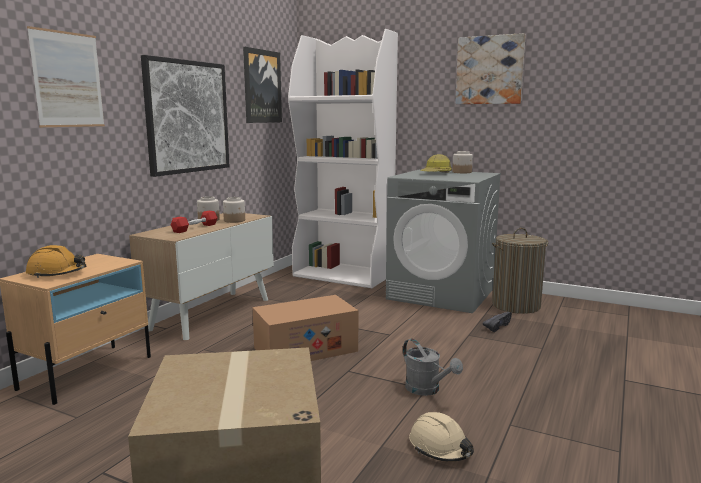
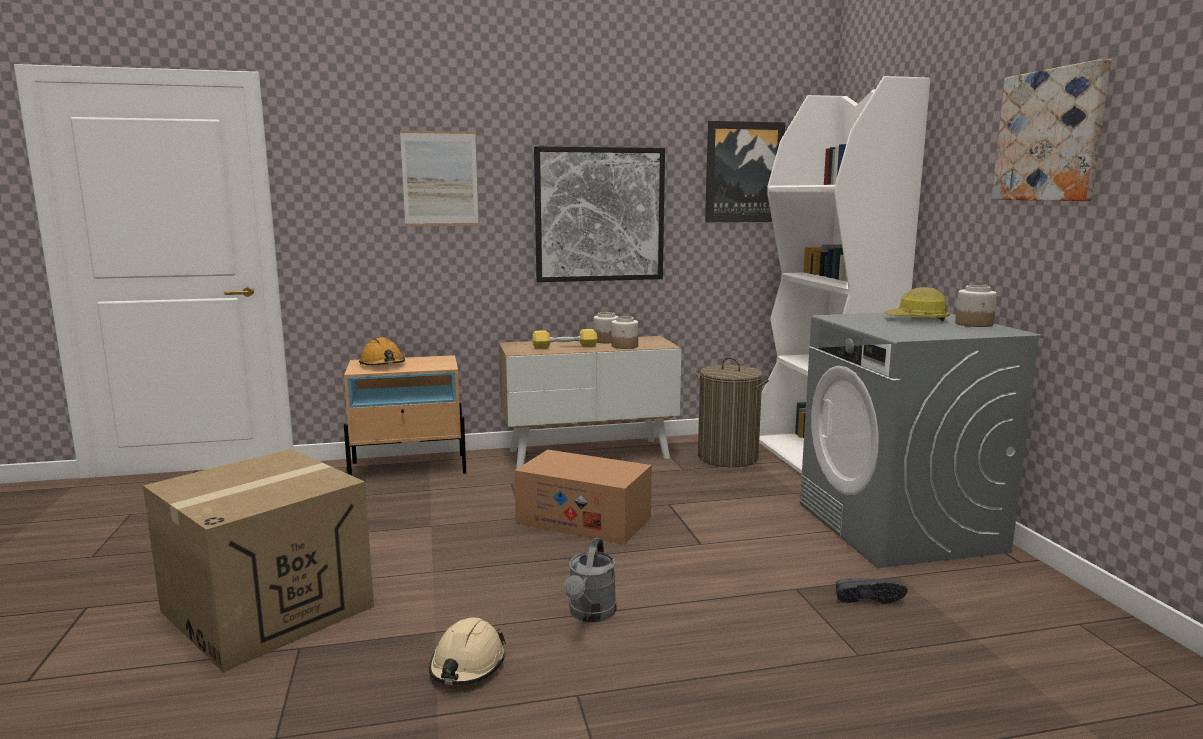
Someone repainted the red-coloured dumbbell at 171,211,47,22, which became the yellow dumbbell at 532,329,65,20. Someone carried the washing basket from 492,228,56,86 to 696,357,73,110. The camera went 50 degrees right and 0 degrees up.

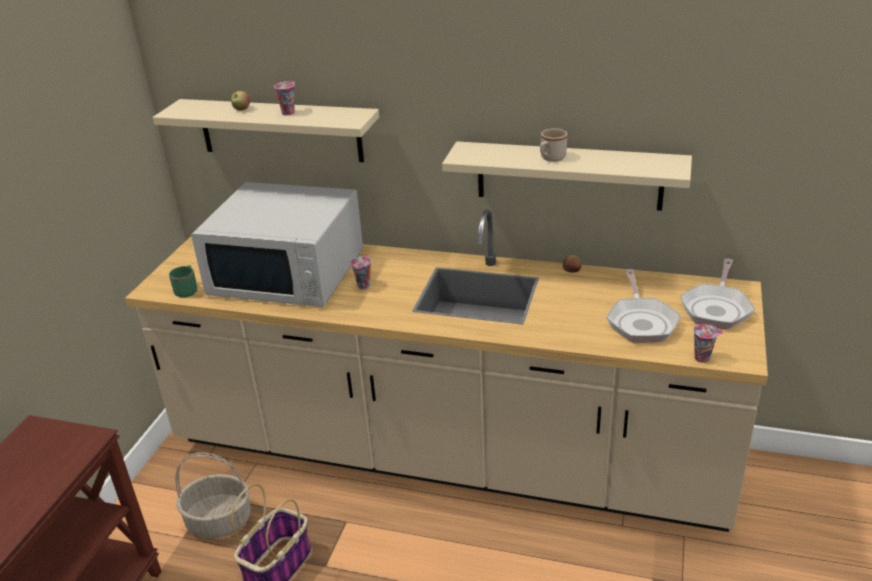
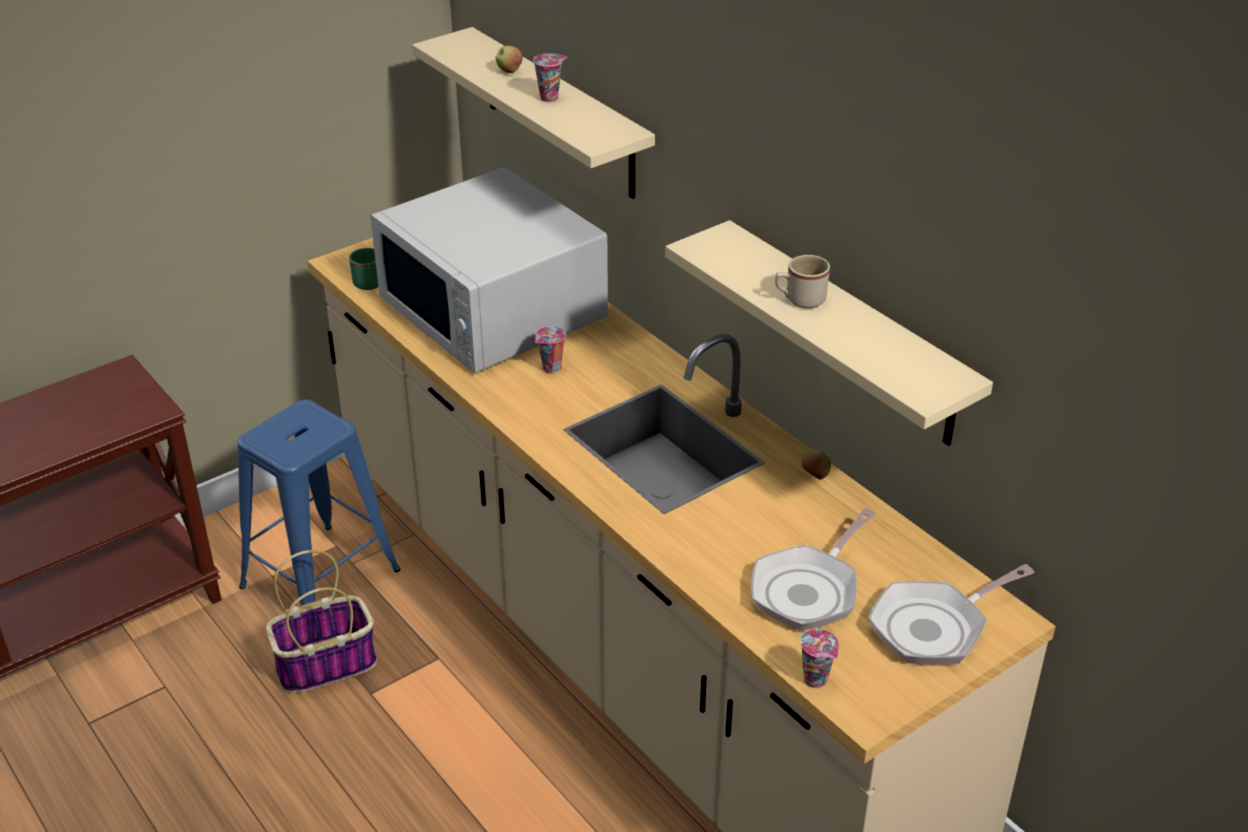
Someone swapped the storage basket at 175,453,76,85 for the blue-coloured stool seat at 237,399,164,206. The camera went 35 degrees right and 5 degrees up.

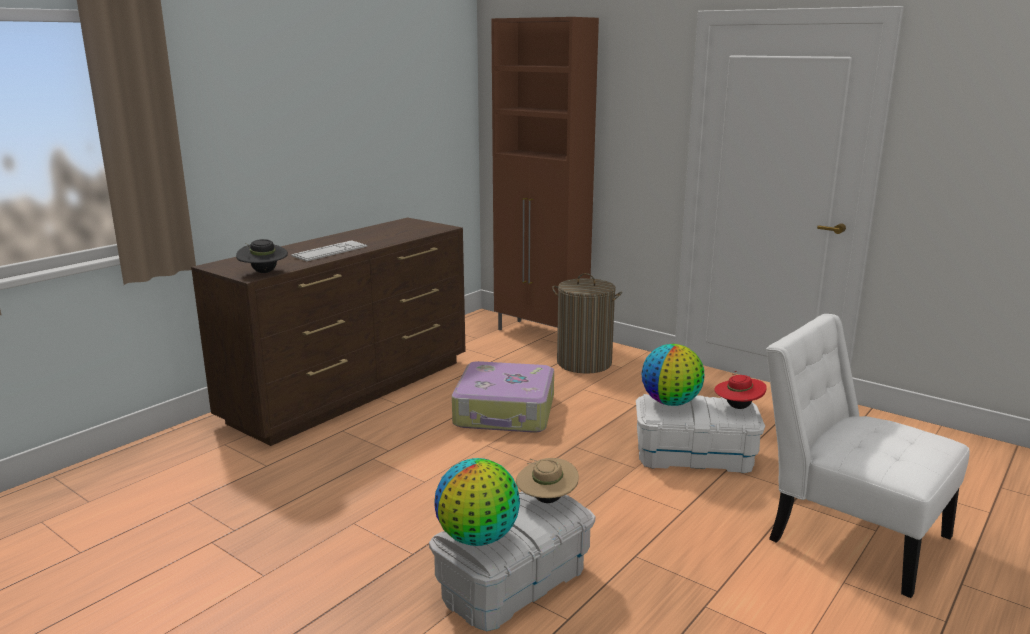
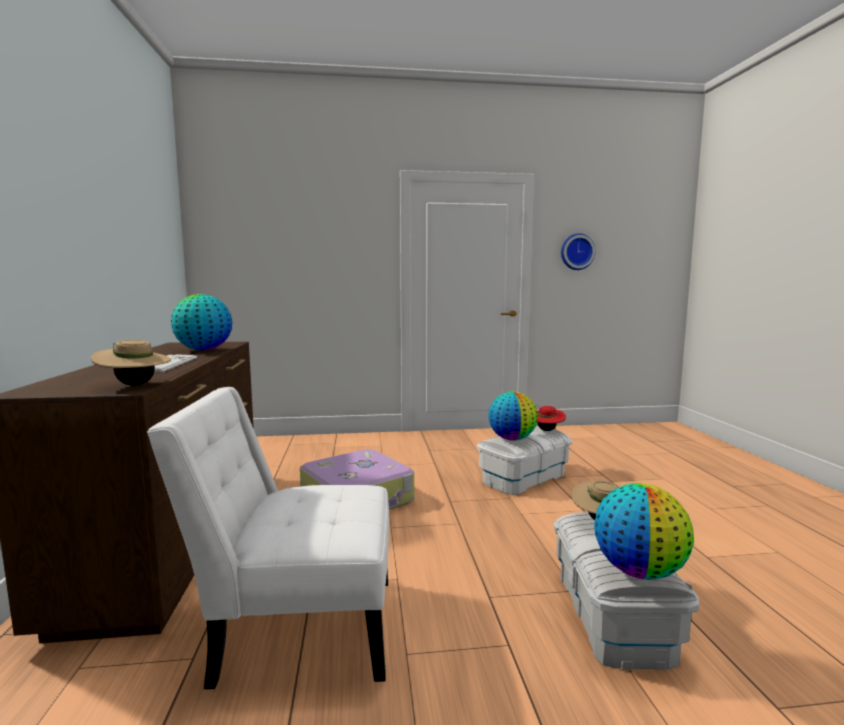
Someone repainted the black-coloured hat at 236,239,52,34, which became the beige hat at 91,340,80,46. Someone took away the brownish cabinet at 491,17,108,313. Someone took away the washing basket at 552,273,70,101. Someone carried the white chair from 766,314,204,284 to 147,387,242,302. Someone put down the globe at 171,294,61,56. Someone put up the wall clock at 561,233,35,37. The camera went 45 degrees left and 10 degrees down.

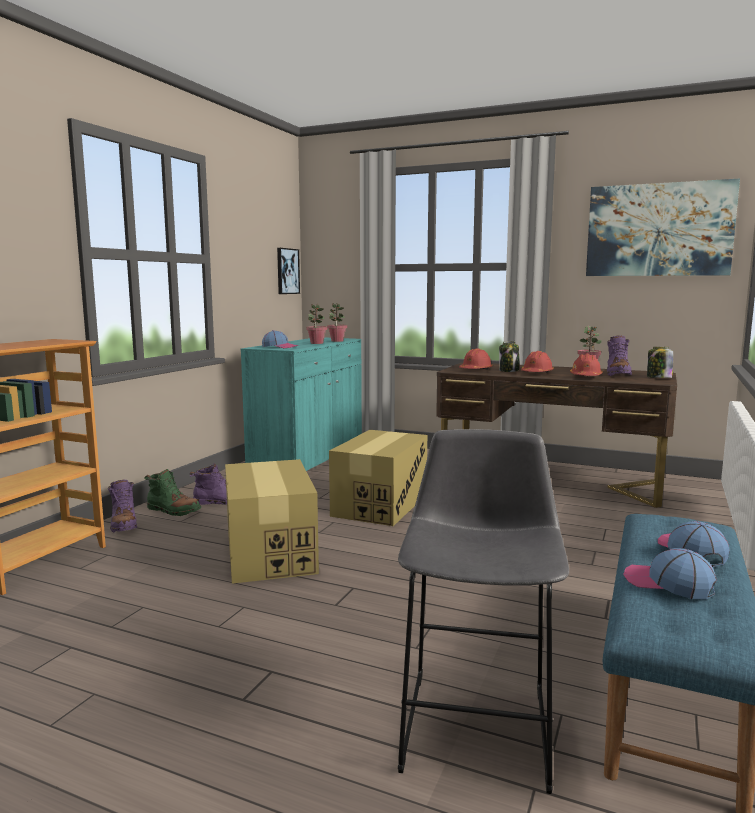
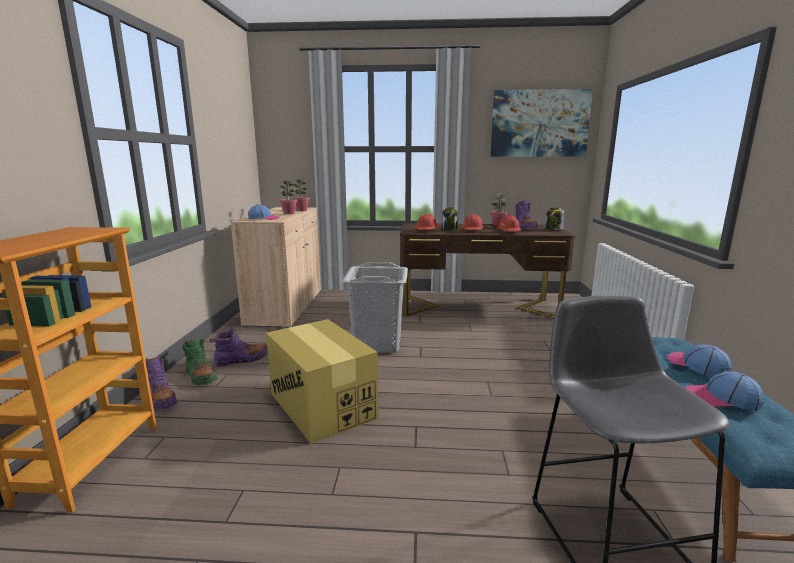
Someone rotated the greenish high-top boot at 144,469,57,47 by 45 degrees clockwise. Someone repainted the turquoise cabinet at 241,337,121,134, which became the beige cabinet at 230,207,91,121. Someone took away the wall art at 277,248,23,46. Someone swapped the packing box at 329,430,98,96 for the gray washing basket at 342,262,66,91. The camera went 20 degrees left and 5 degrees up.

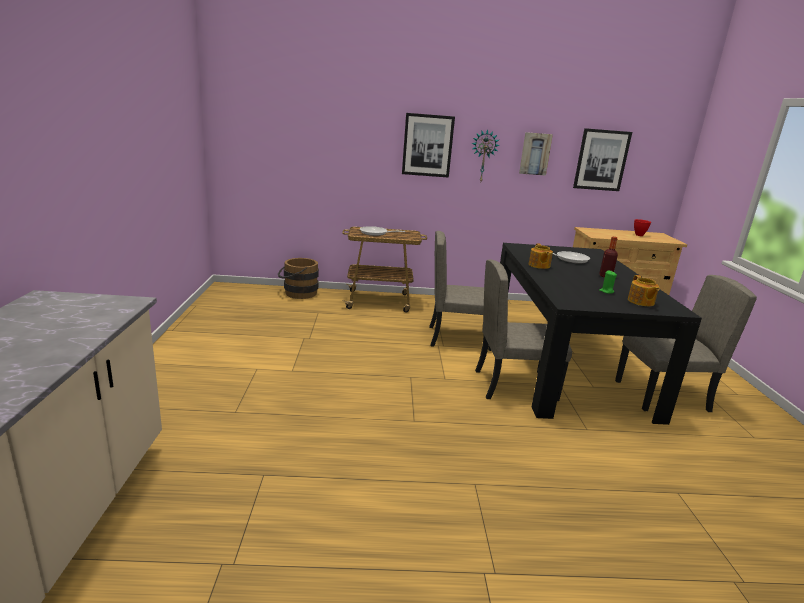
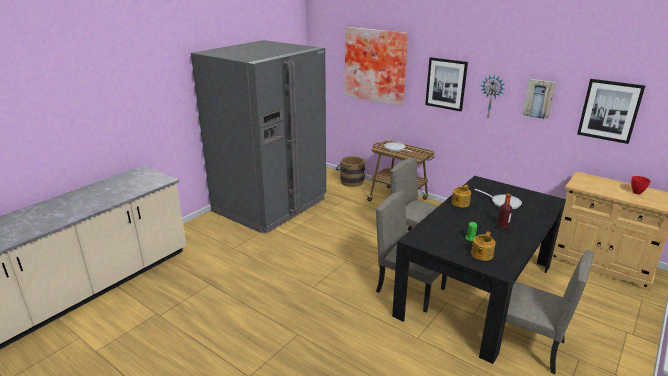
Someone put down the gray refrigerator at 191,40,135,194. Someone put up the wall art at 345,27,63,80. The camera went 40 degrees right and 5 degrees up.

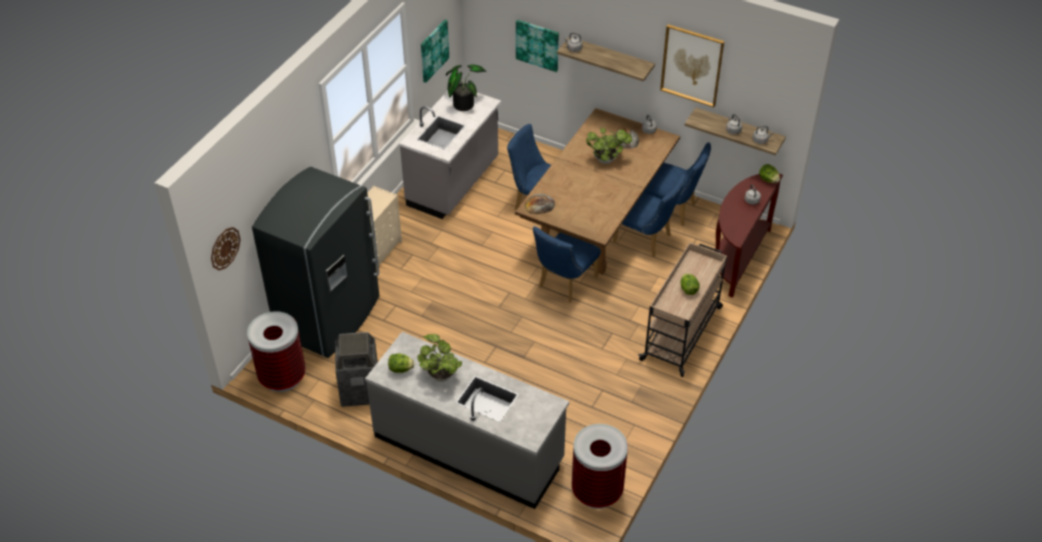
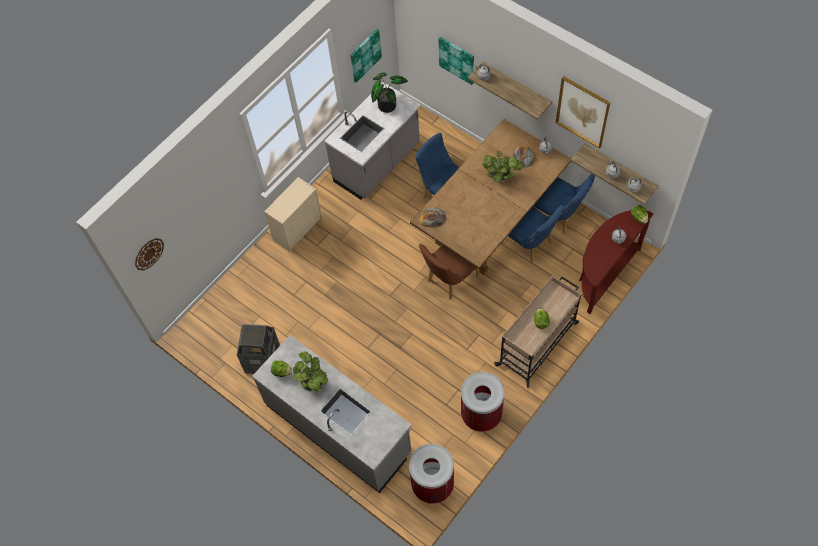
Someone carried the waste bin from 247,311,59,81 to 461,372,43,60. Someone took away the gray refrigerator at 252,167,128,191. Someone repainted the blue-coloured chair at 533,226,68,76, which became the brownish chair at 419,244,60,56. The camera went 15 degrees right and 15 degrees up.

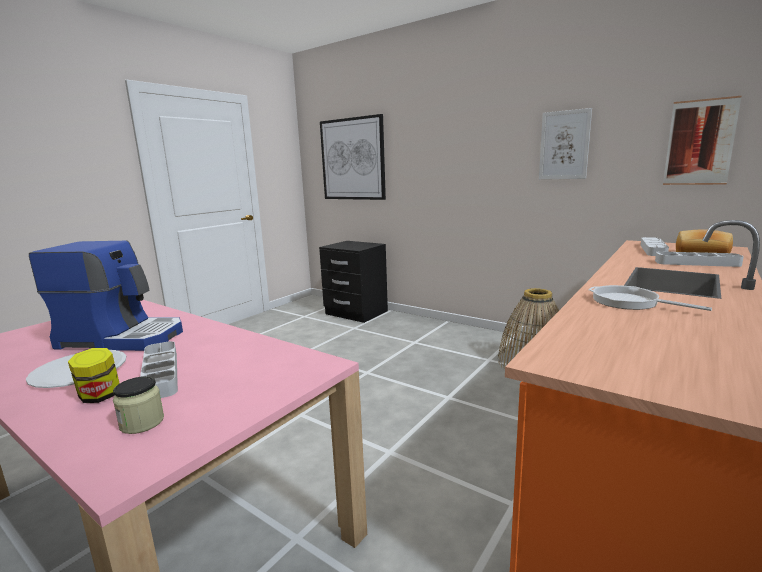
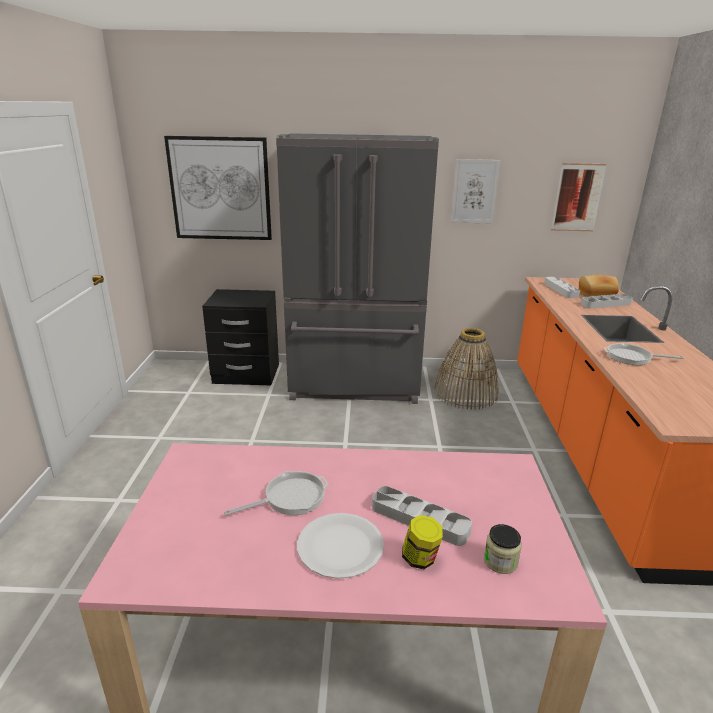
Someone swapped the coffee machine at 29,241,154,110 for the frying pan at 224,471,105,45. Someone put down the gray refrigerator at 276,133,163,271. The camera went 35 degrees left and 10 degrees up.

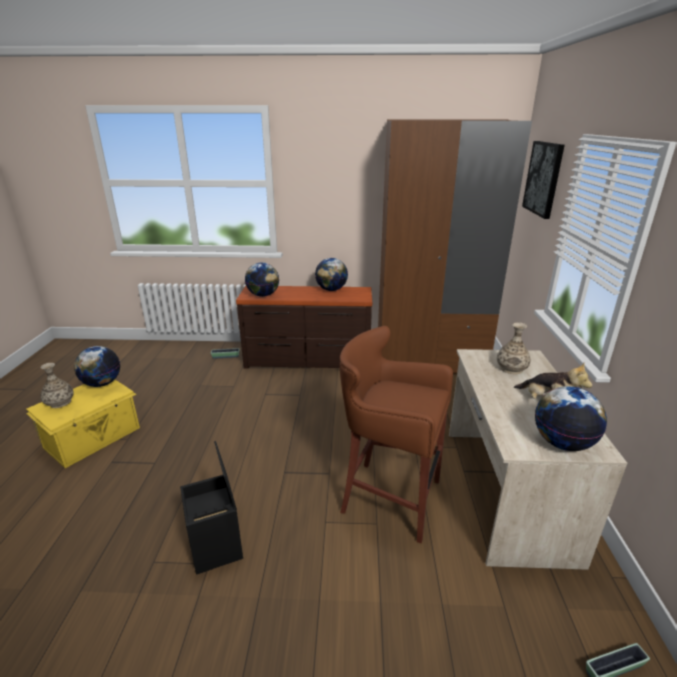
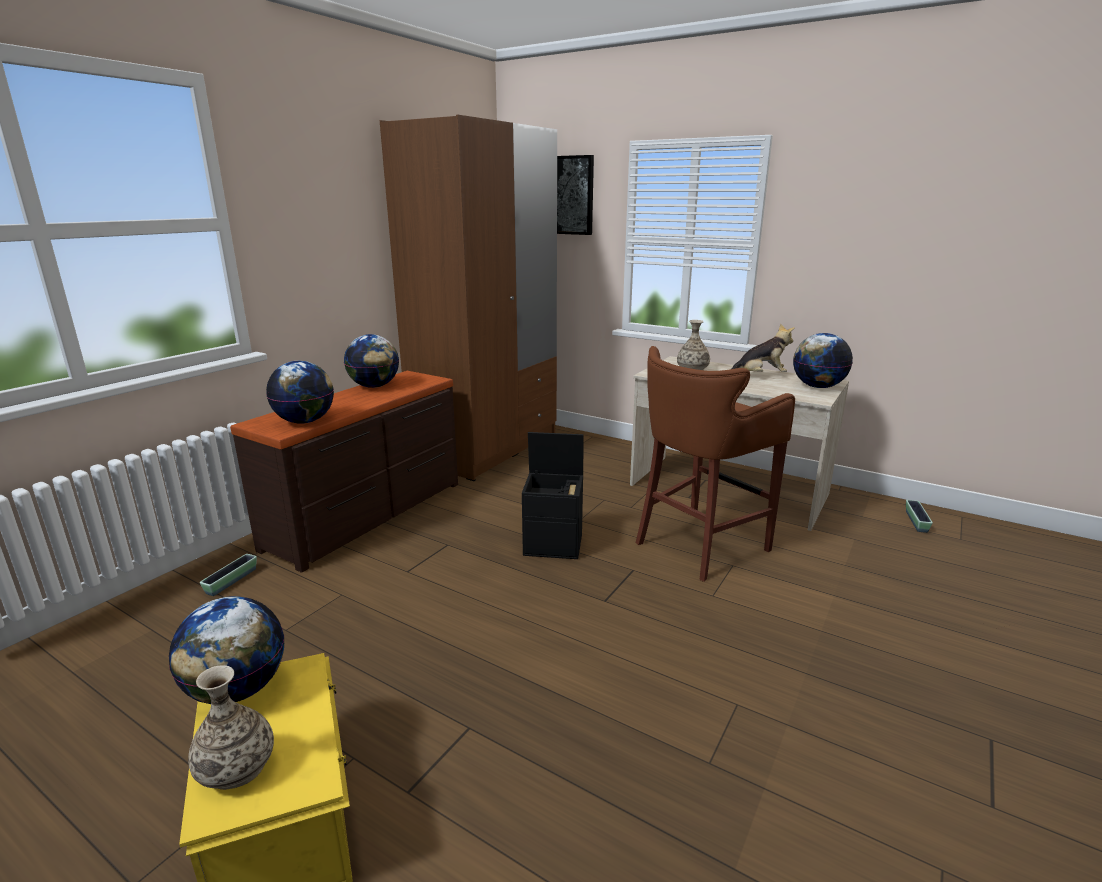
Someone carried the black-coloured storage bin from 180,441,63,134 to 522,432,62,127. The camera went 60 degrees left and 5 degrees down.

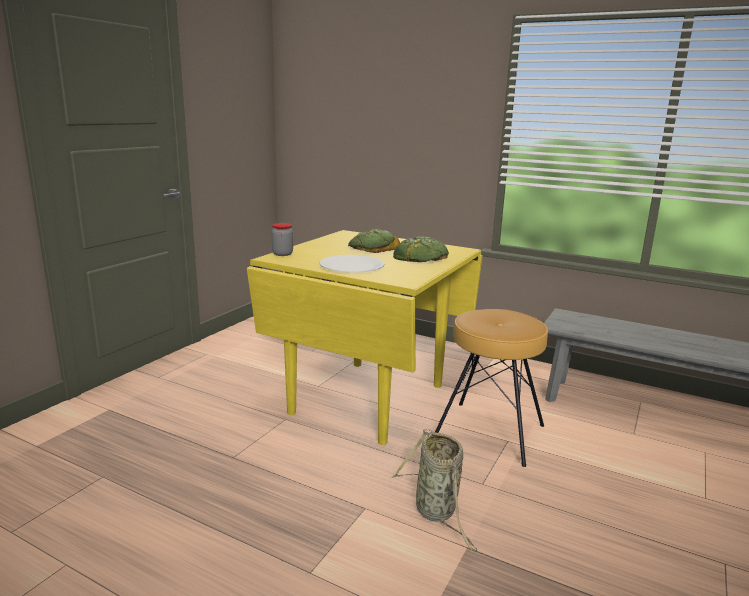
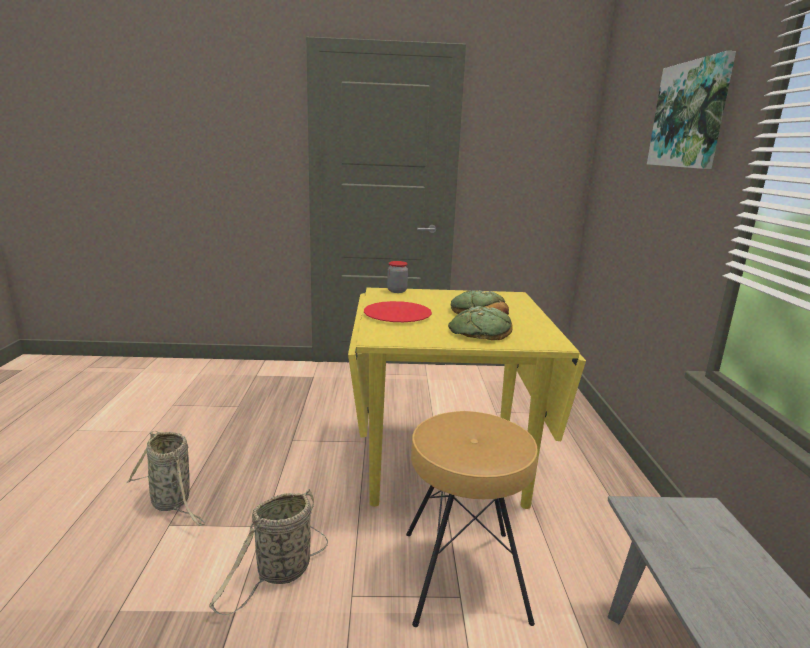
Someone repainted the white dinner plate at 320,255,64,18, which became the red-coloured dinner plate at 364,301,68,21. Someone put down the storage basket at 126,431,80,94. Someone put up the wall art at 647,51,89,118. The camera went 60 degrees right and 0 degrees up.

